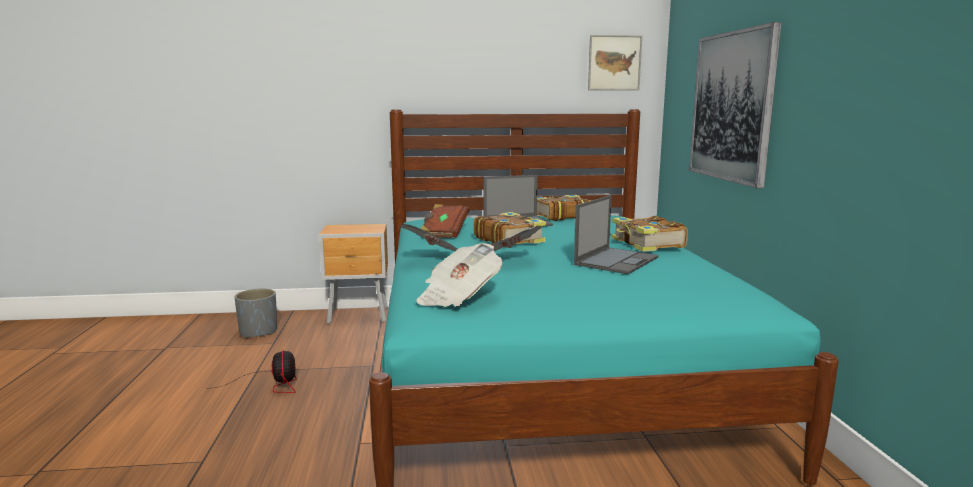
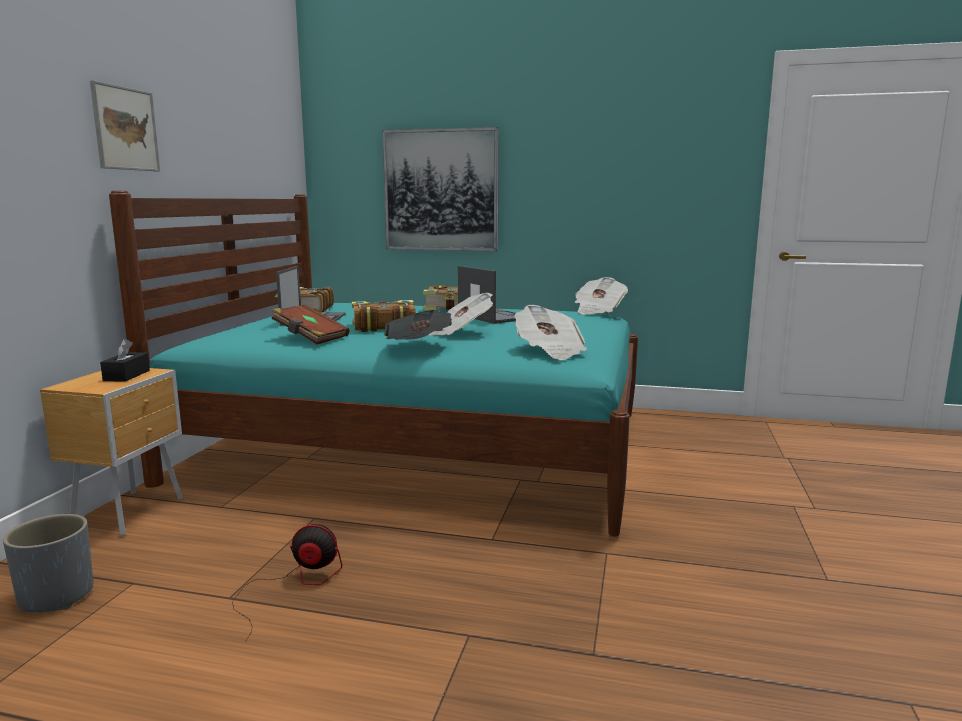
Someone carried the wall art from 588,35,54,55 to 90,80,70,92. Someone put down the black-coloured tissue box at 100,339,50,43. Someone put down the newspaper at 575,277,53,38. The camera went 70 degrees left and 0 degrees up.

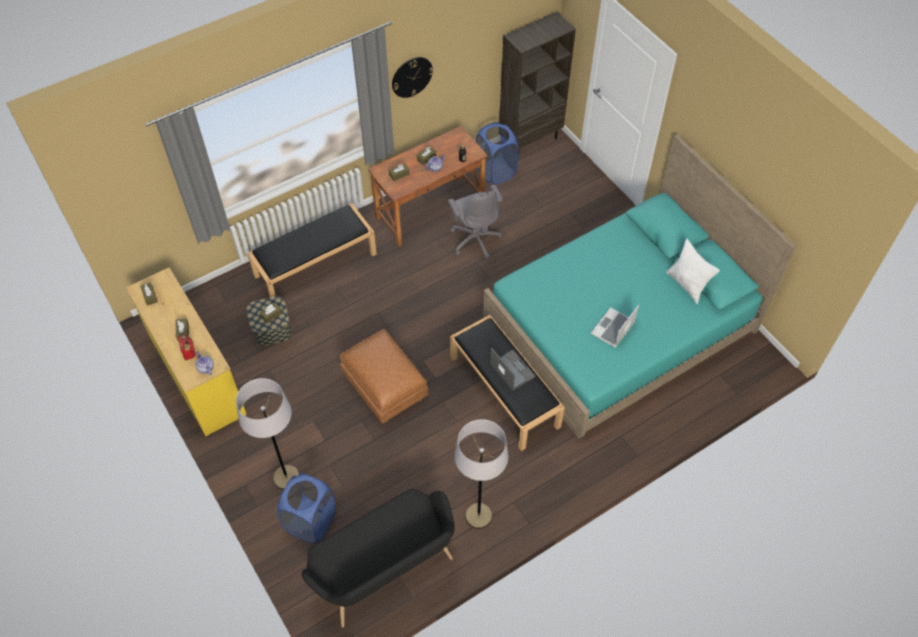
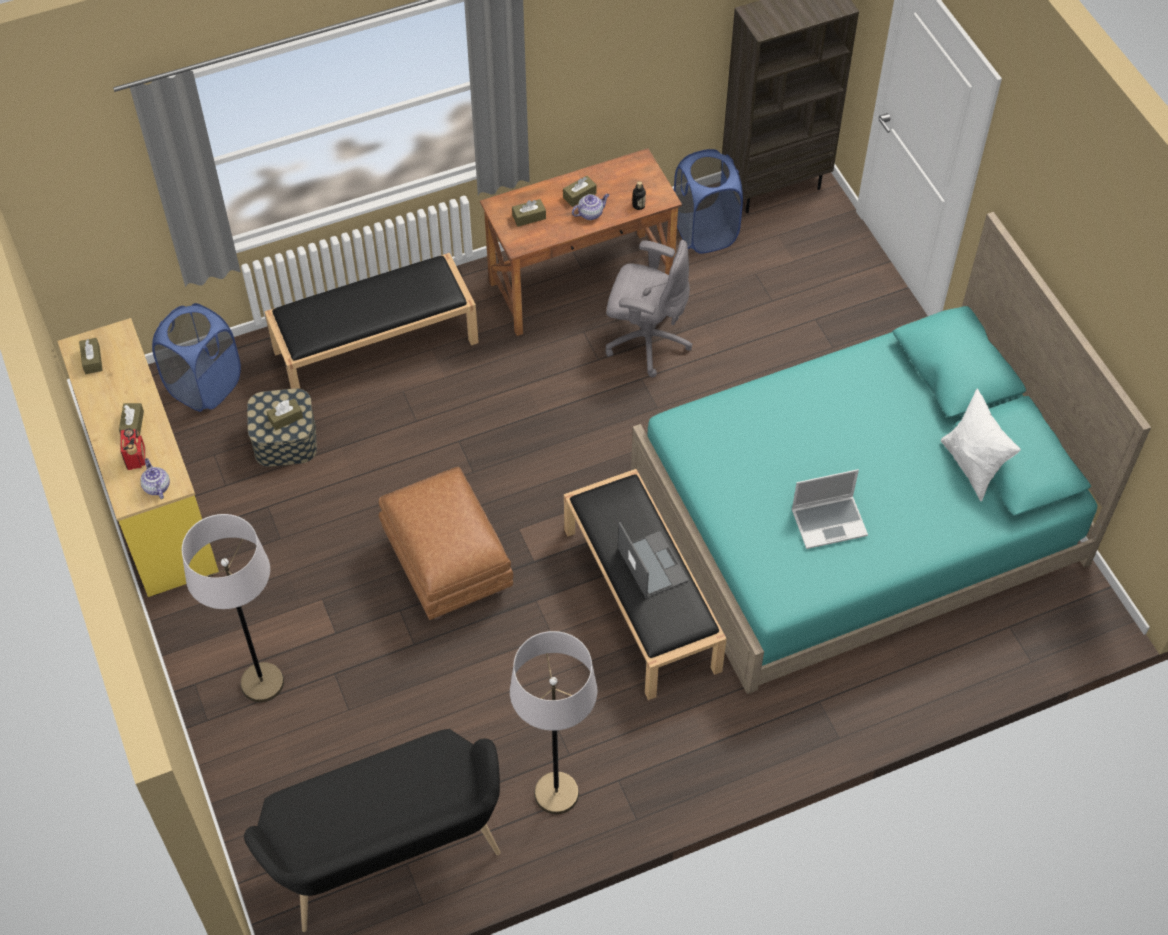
Someone carried the blue-coloured washing basket from 277,473,59,71 to 152,303,89,109. Someone took away the wall clock at 392,57,41,41. Someone rotated the gray computer chair at 448,185,55,74 by 60 degrees counterclockwise. Someone rotated the laptop at 590,305,49,43 by 150 degrees counterclockwise. The camera went 10 degrees right and 0 degrees up.

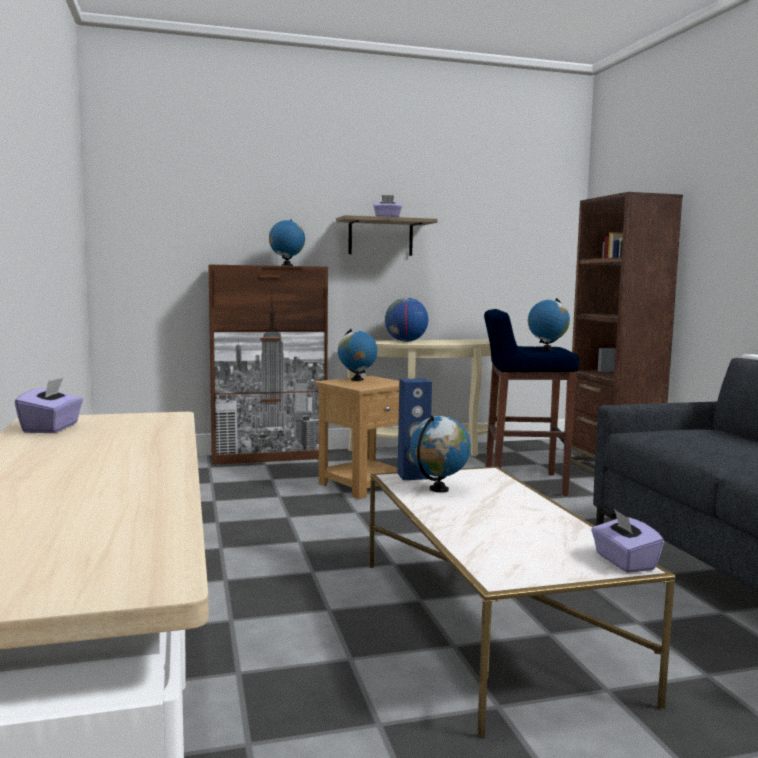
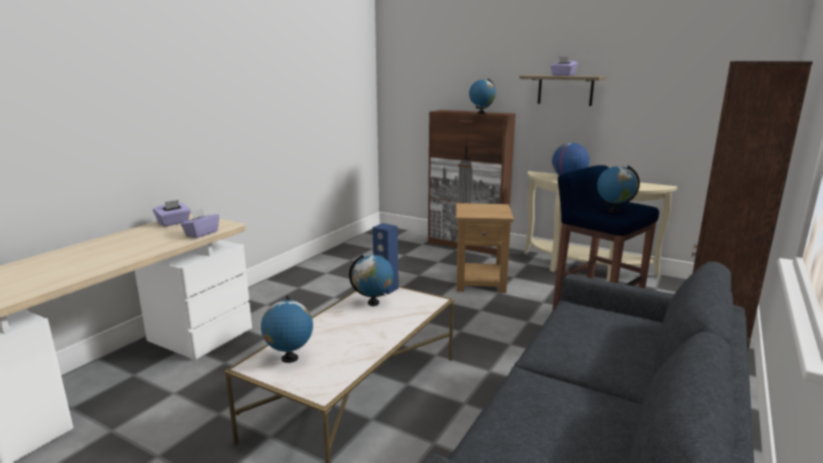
Someone carried the globe from 338,329,39,52 to 261,296,52,67. Someone carried the purplish tissue box from 591,509,73,64 to 181,207,38,31. The camera went 45 degrees right and 10 degrees up.

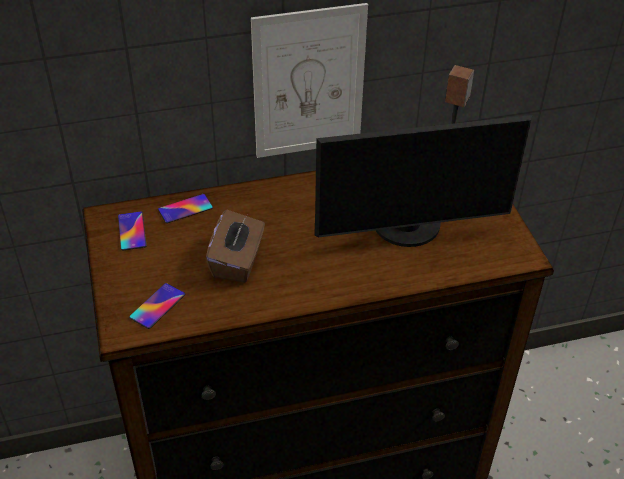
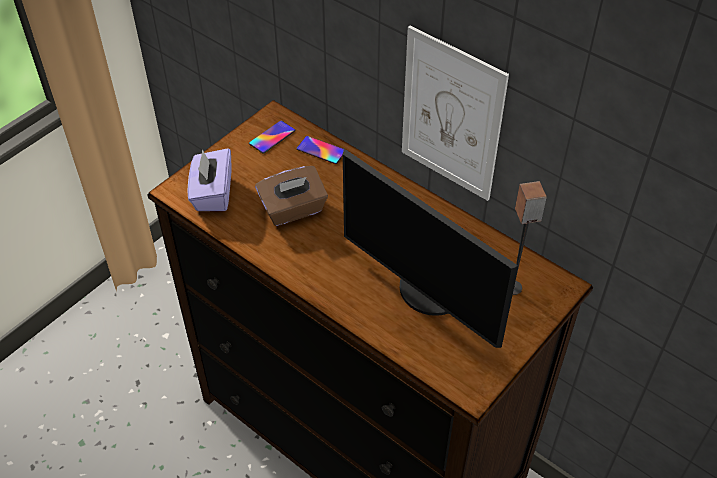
Someone swapped the phone at 129,283,56,46 for the purplish tissue box at 187,148,45,63. The camera went 55 degrees right and 5 degrees up.

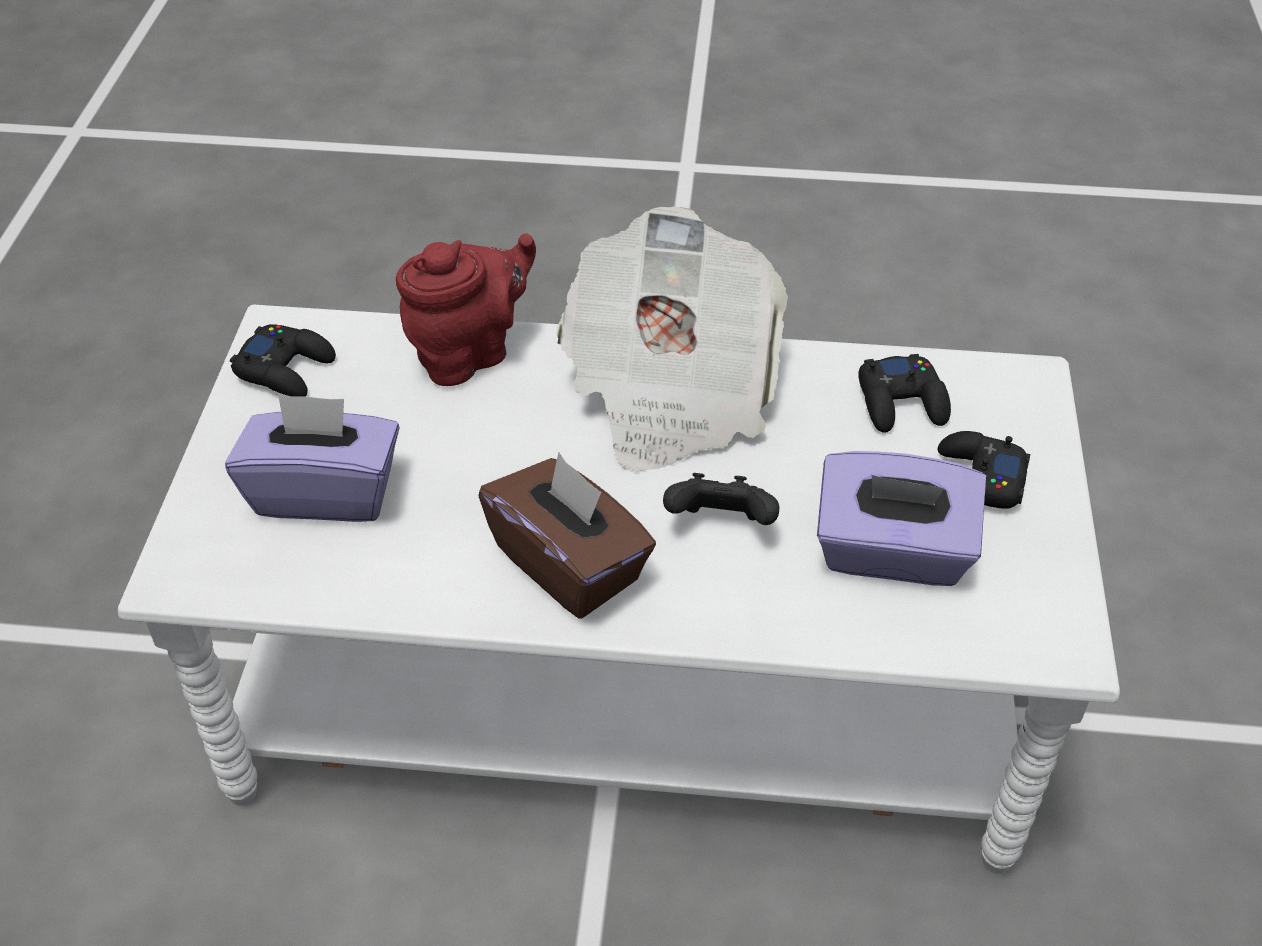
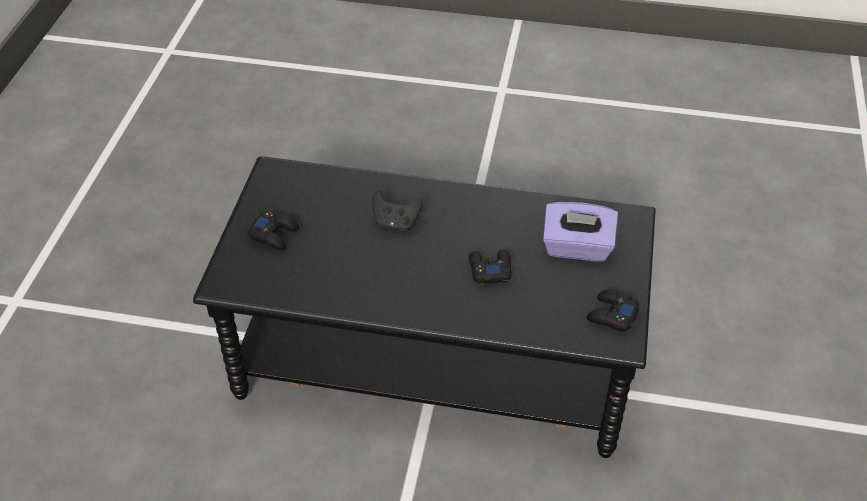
Someone repainted the white low table at 118,305,1002,569, which became the black-coloured low table at 193,156,463,302. Someone took away the red-coloured tea pot at 396,233,140,153. Someone took away the brownish tissue box at 478,452,178,166. Someone took away the newspaper at 556,206,232,266. Someone took away the purplish tissue box at 817,451,169,135. Someone carried the black-coloured gamepad from 858,354,93,79 to 469,250,43,34. The camera went 175 degrees left and 0 degrees up.

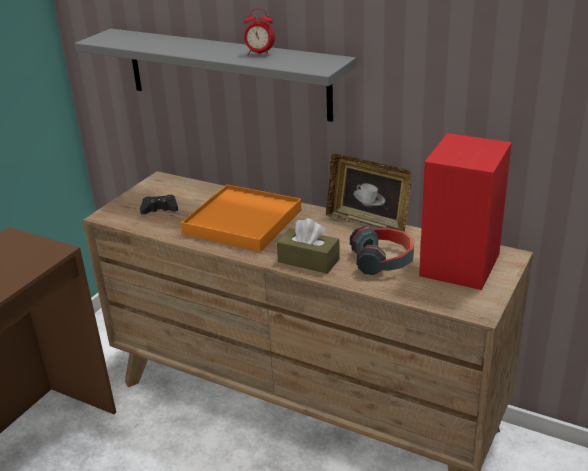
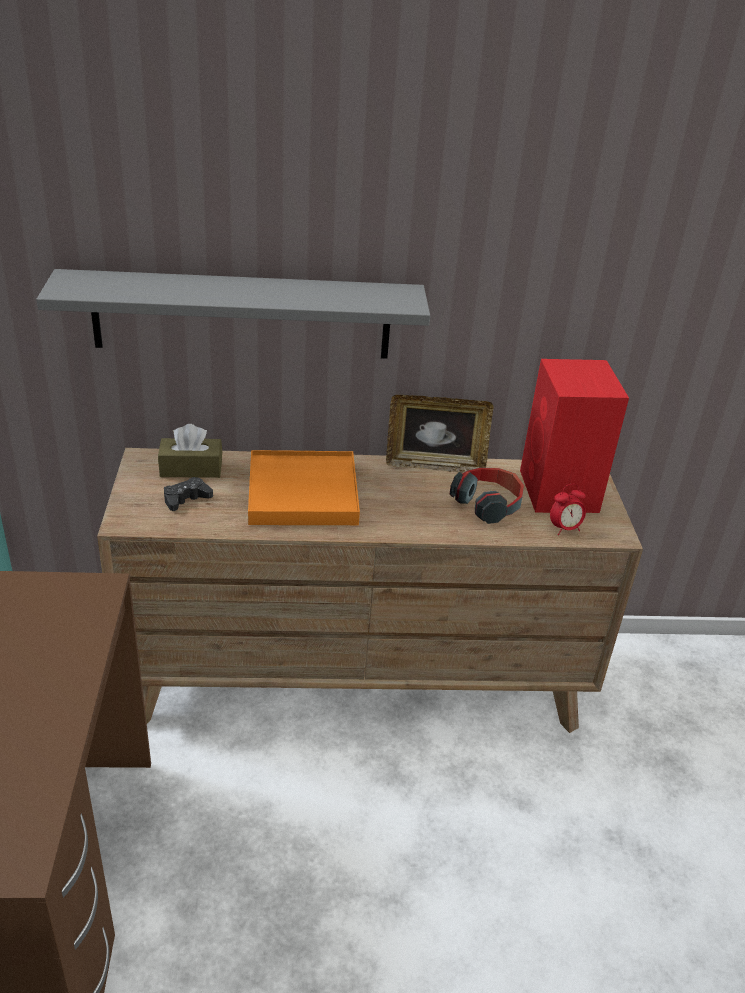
Someone carried the bedside clock from 244,8,31,48 to 550,484,36,51. Someone carried the brownish tissue box from 277,218,63,56 to 158,424,64,54. The camera went 35 degrees left and 5 degrees up.

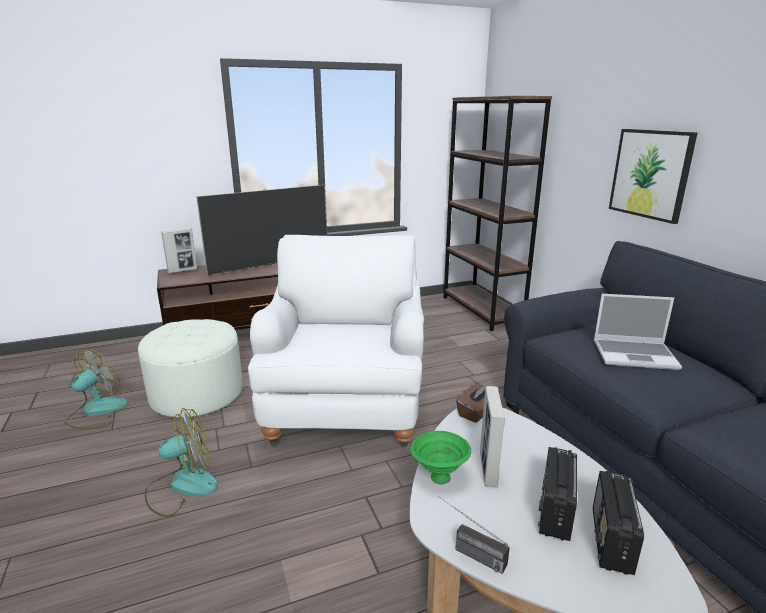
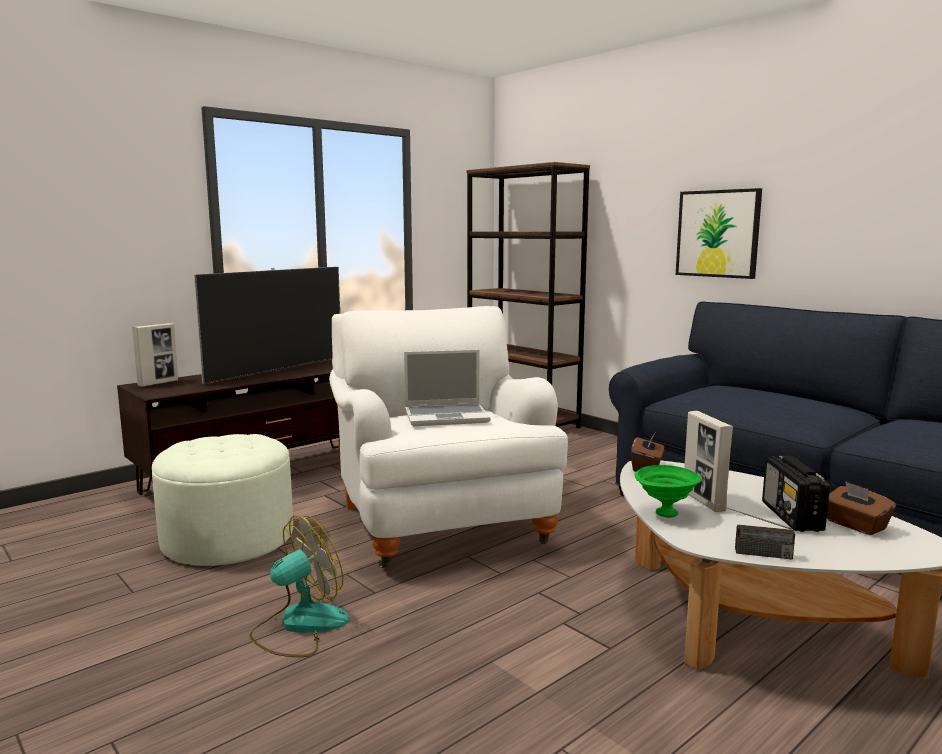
Someone took away the electric fan at 65,349,63,80. Someone swapped the radio receiver at 593,471,51,104 for the brownish tissue box at 827,481,69,54. Someone carried the laptop from 594,294,88,76 to 404,350,86,76. The camera went 20 degrees left and 10 degrees down.

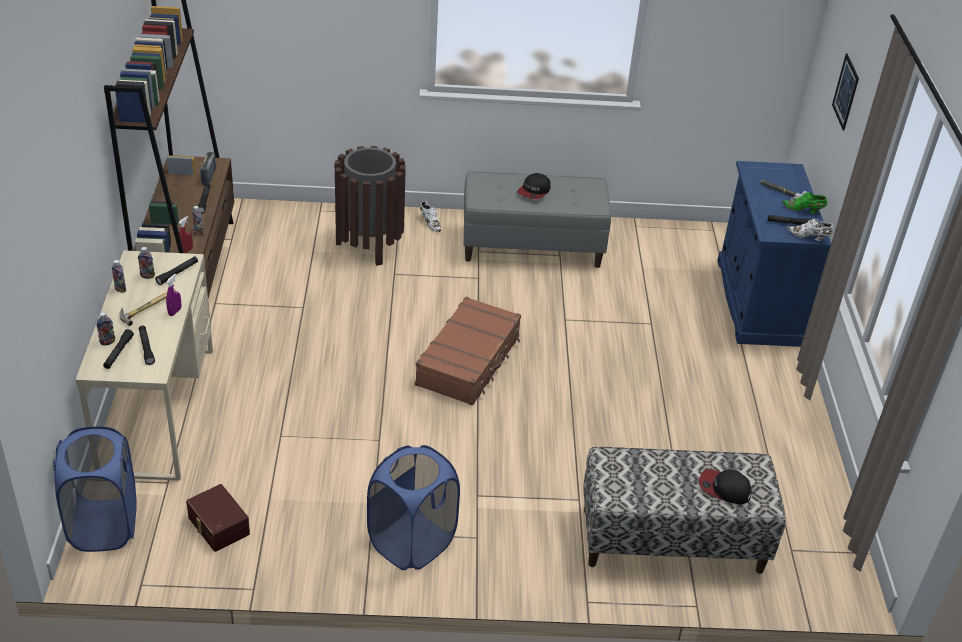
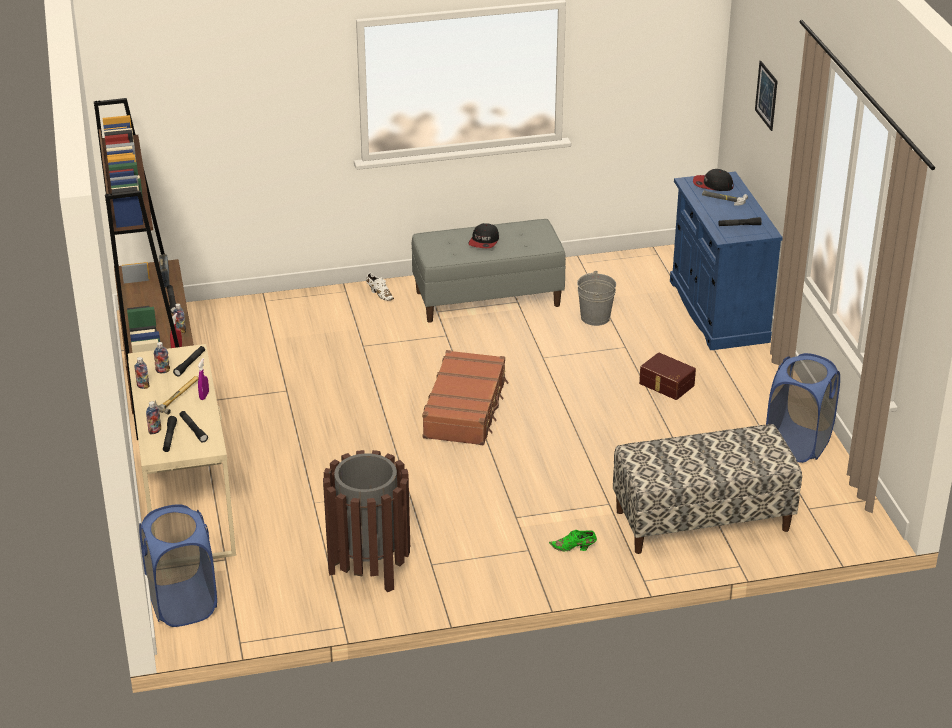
Someone carried the brownish storage bin from 186,484,64,68 to 639,352,57,48. Someone carried the brownish waste bin from 335,146,71,120 to 323,450,87,142. Someone carried the blue-coloured washing basket from 367,445,93,125 to 766,353,74,110. Someone carried the peaked cap from 699,469,53,35 to 693,169,41,22. Someone carried the greenish shoe from 782,192,45,22 to 549,530,48,21. Someone took away the white shoe at 787,219,47,22. Someone put down the gray bucket at 577,271,39,55. The camera went 10 degrees left and 5 degrees down.

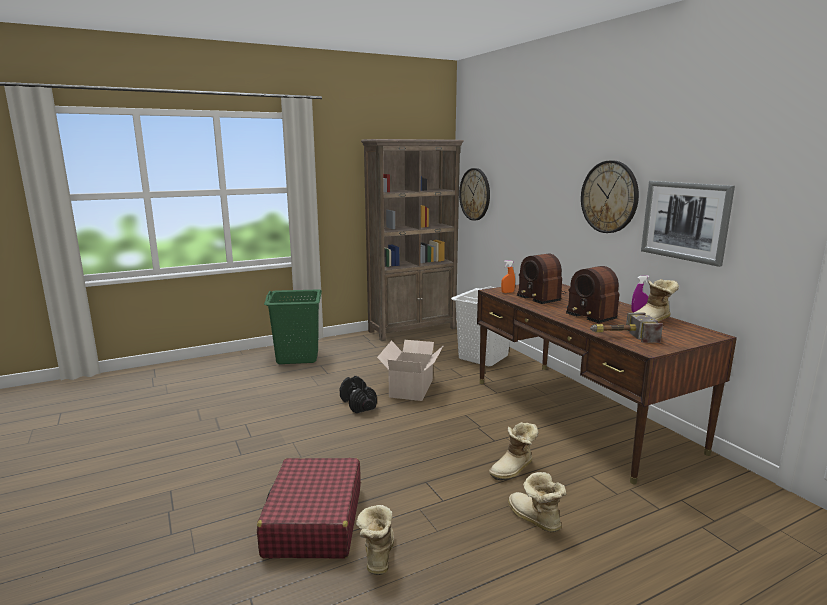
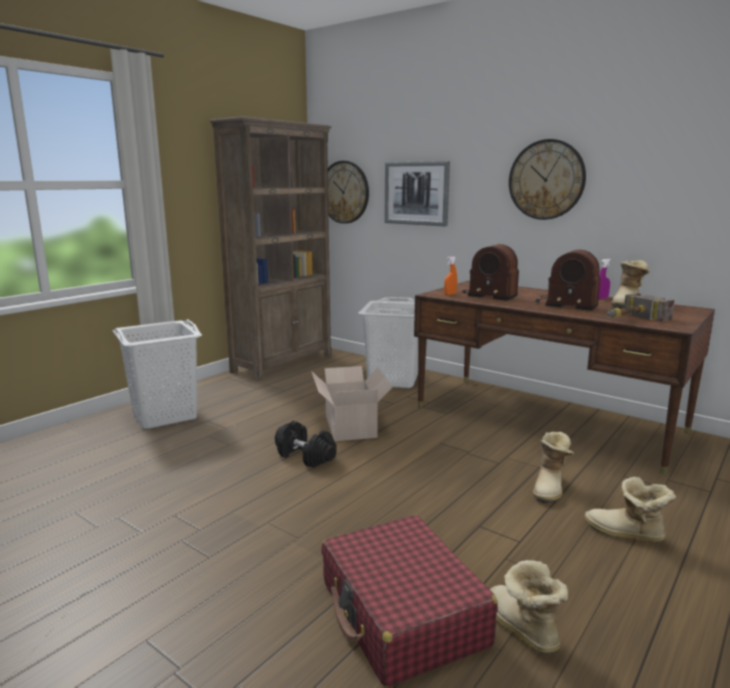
Someone repainted the greenish washing basket at 264,289,58,75, which became the white washing basket at 113,319,89,110. Someone carried the wall art from 641,181,94,86 to 384,161,66,65. The camera went 25 degrees left and 0 degrees up.

